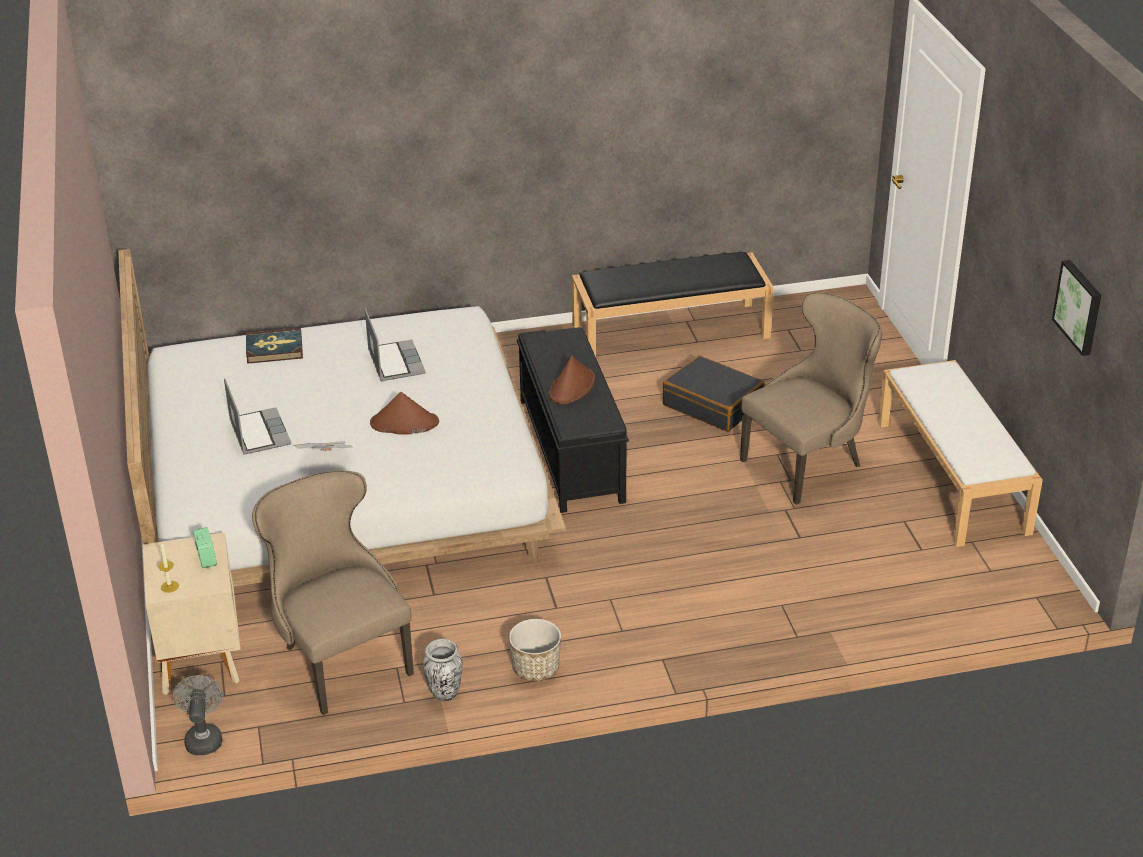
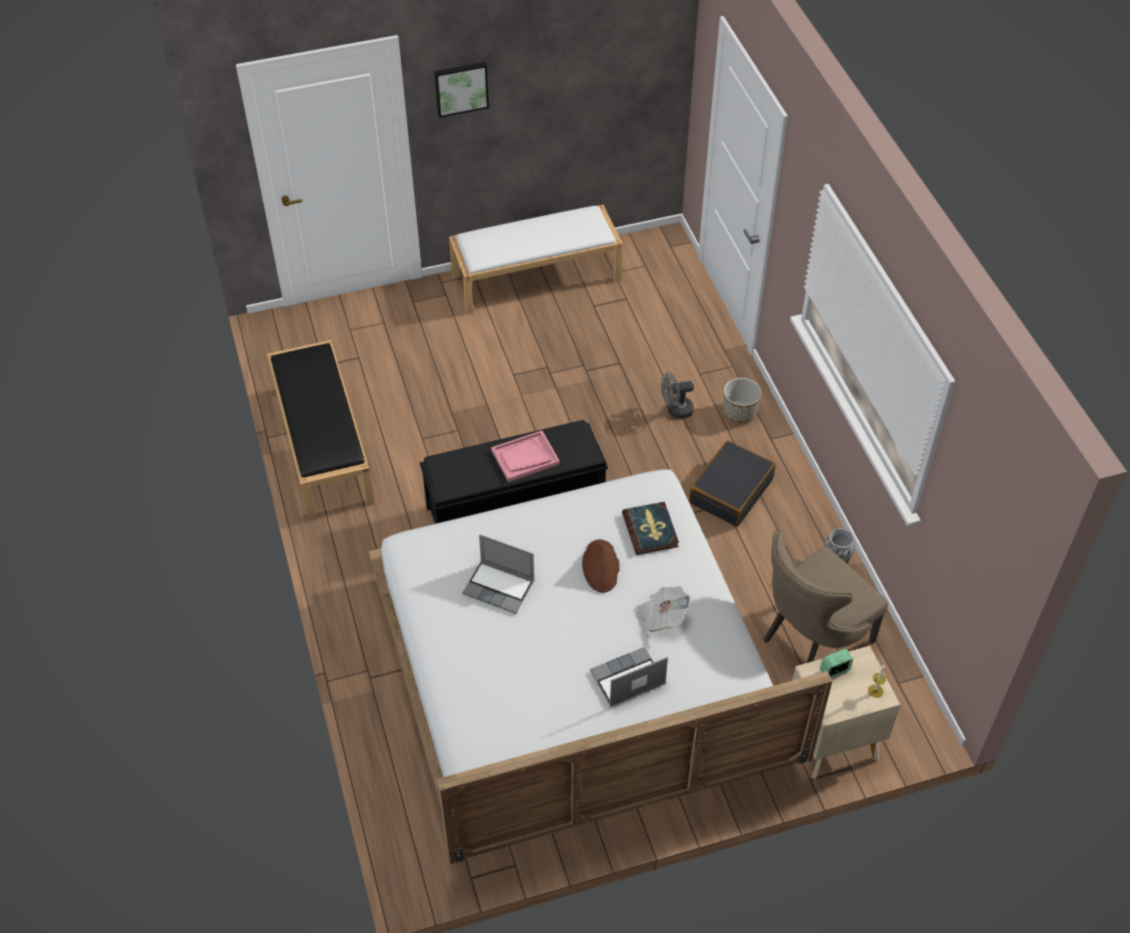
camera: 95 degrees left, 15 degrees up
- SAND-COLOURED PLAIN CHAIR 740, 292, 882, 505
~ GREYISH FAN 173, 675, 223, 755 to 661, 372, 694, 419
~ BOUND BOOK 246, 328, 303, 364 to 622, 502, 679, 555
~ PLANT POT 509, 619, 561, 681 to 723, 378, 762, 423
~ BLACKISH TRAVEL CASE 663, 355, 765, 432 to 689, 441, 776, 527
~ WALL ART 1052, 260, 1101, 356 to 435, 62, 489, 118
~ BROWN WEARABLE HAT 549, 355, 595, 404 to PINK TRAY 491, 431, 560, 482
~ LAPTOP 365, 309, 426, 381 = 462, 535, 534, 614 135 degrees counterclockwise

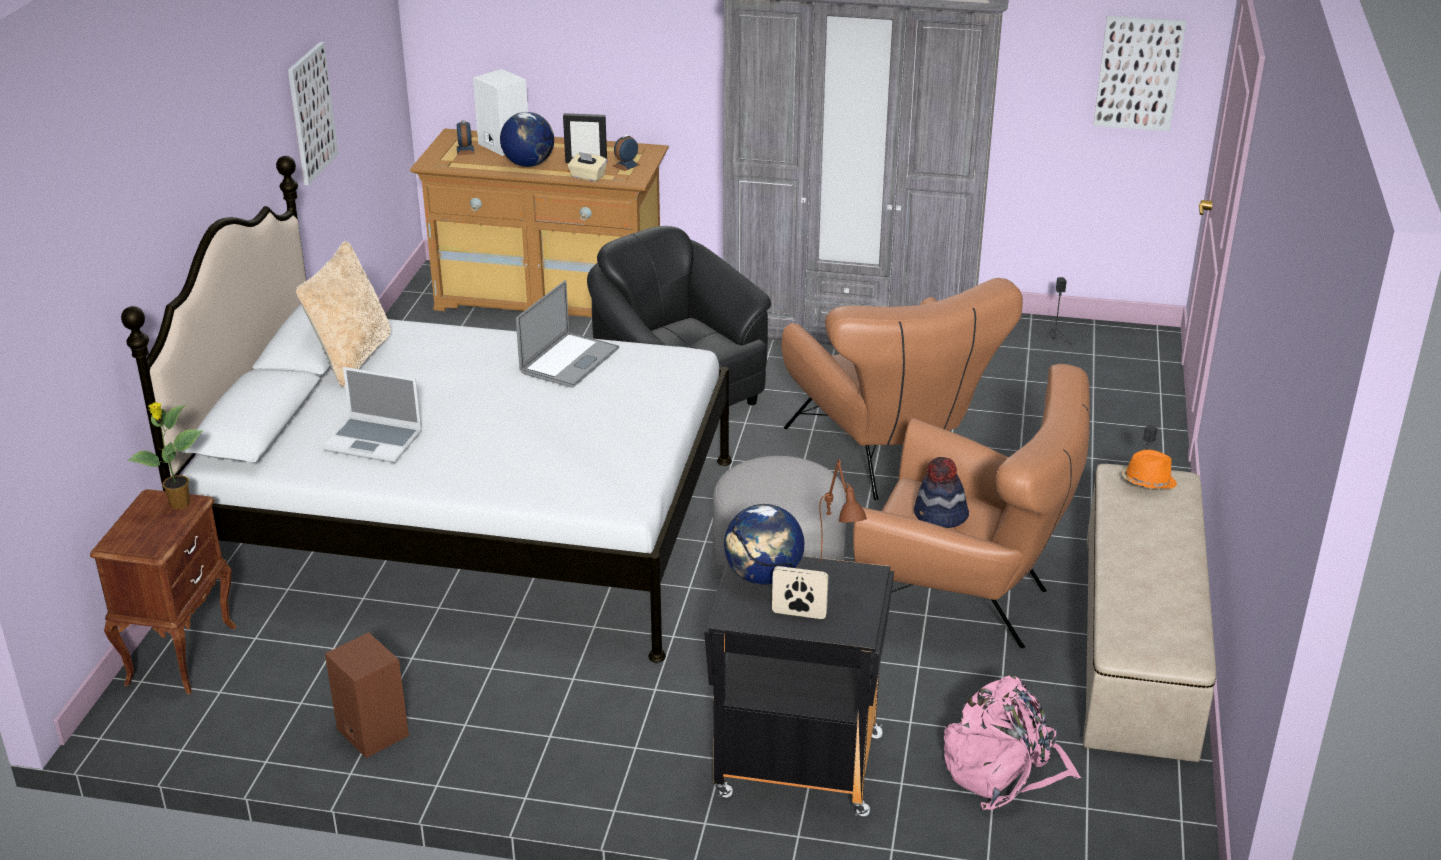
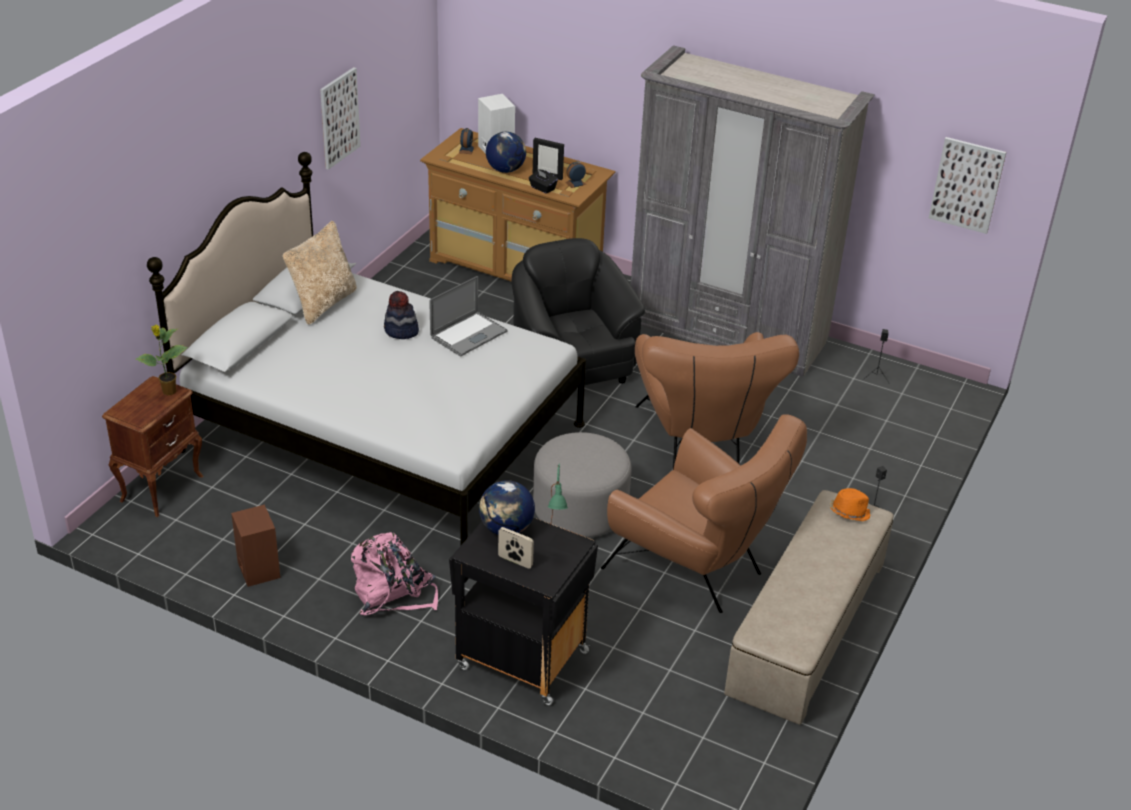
camera: 15 degrees right, 5 degrees up
- LAPTOP 323, 367, 422, 463
~ WEARABLE HAT 914, 457, 969, 528 to 384, 291, 419, 339
~ PINK RUCKSACK 944, 675, 1081, 810 to 351, 532, 438, 615
~ SAND-COLOURED TISSUE BOX 568, 152, 607, 181 to BLACKISH TISSUE BOX 529, 169, 558, 194
~ BROWN TABLETOP LAMP 819, 459, 867, 560 to GREEN-COLOURED TABLETOP LAMP 548, 463, 568, 527

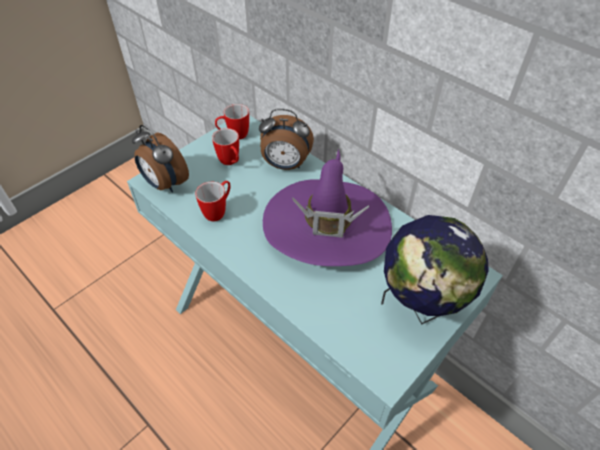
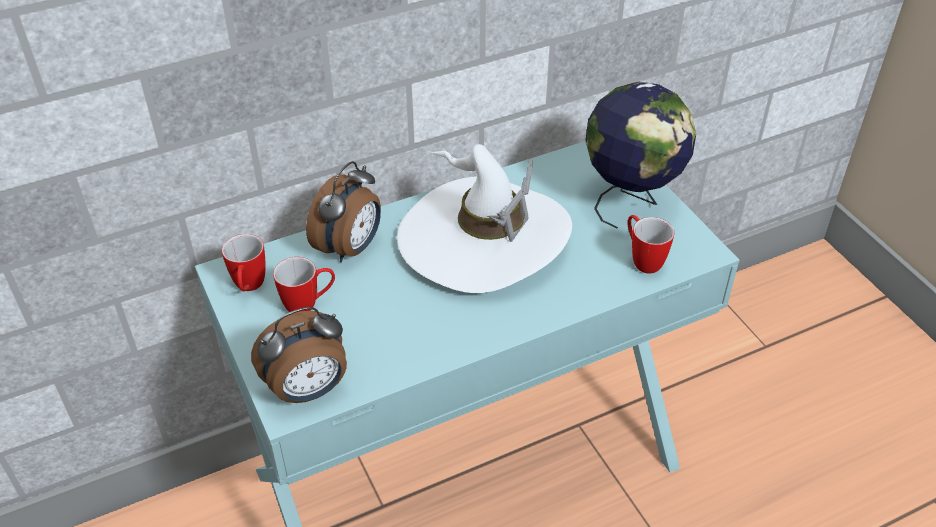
camera: 70 degrees left, 5 degrees down
~ TEA MUG 195, 181, 231, 221 to 627, 215, 674, 273
~ PURPLISH WEARABLE HAT 263, 149, 392, 266 to WHITISH WEARABLE HAT 397, 144, 572, 293

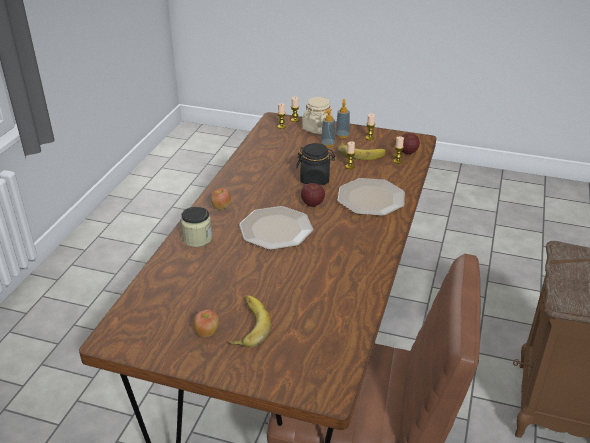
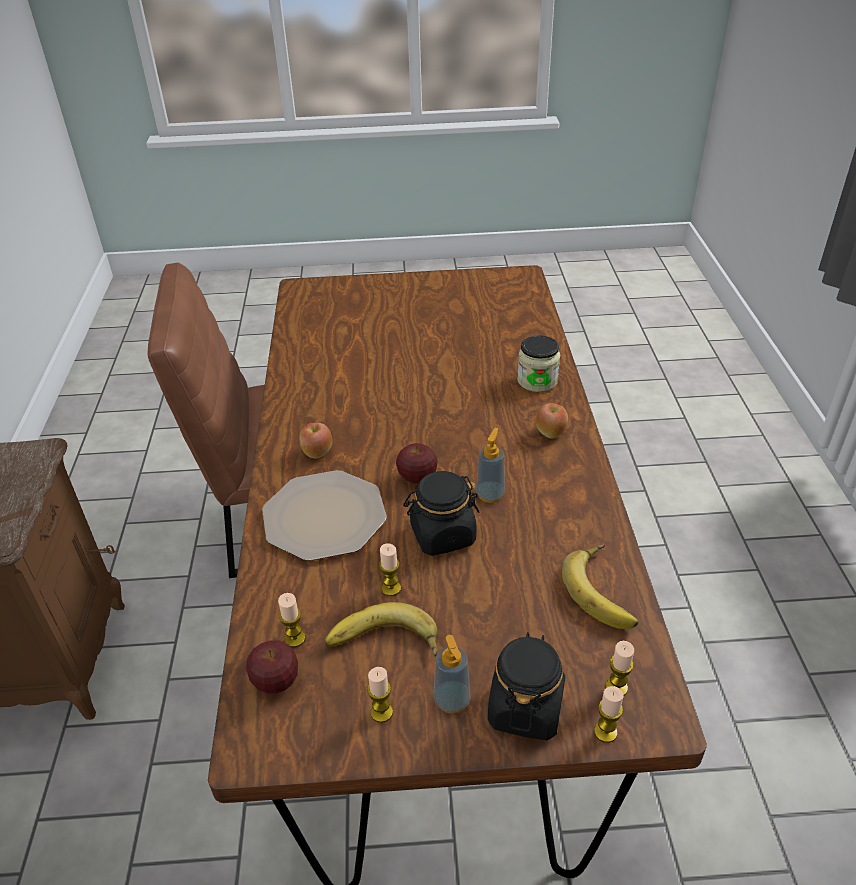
camera: 160 degrees right, 5 degrees up
- DINNER PLATE 239, 206, 313, 250
~ APPLE 193, 310, 219, 337 to 299, 423, 332, 458
~ BANANA FRUIT 228, 295, 271, 348 to 562, 545, 638, 629
~ LIQUID SOAP BOTTLE 321, 109, 335, 147 to 476, 428, 505, 503
~ SAND-COLOURED STORAGE JAR 302, 97, 333, 135 to BLACKISH STORAGE JAR 488, 632, 565, 740

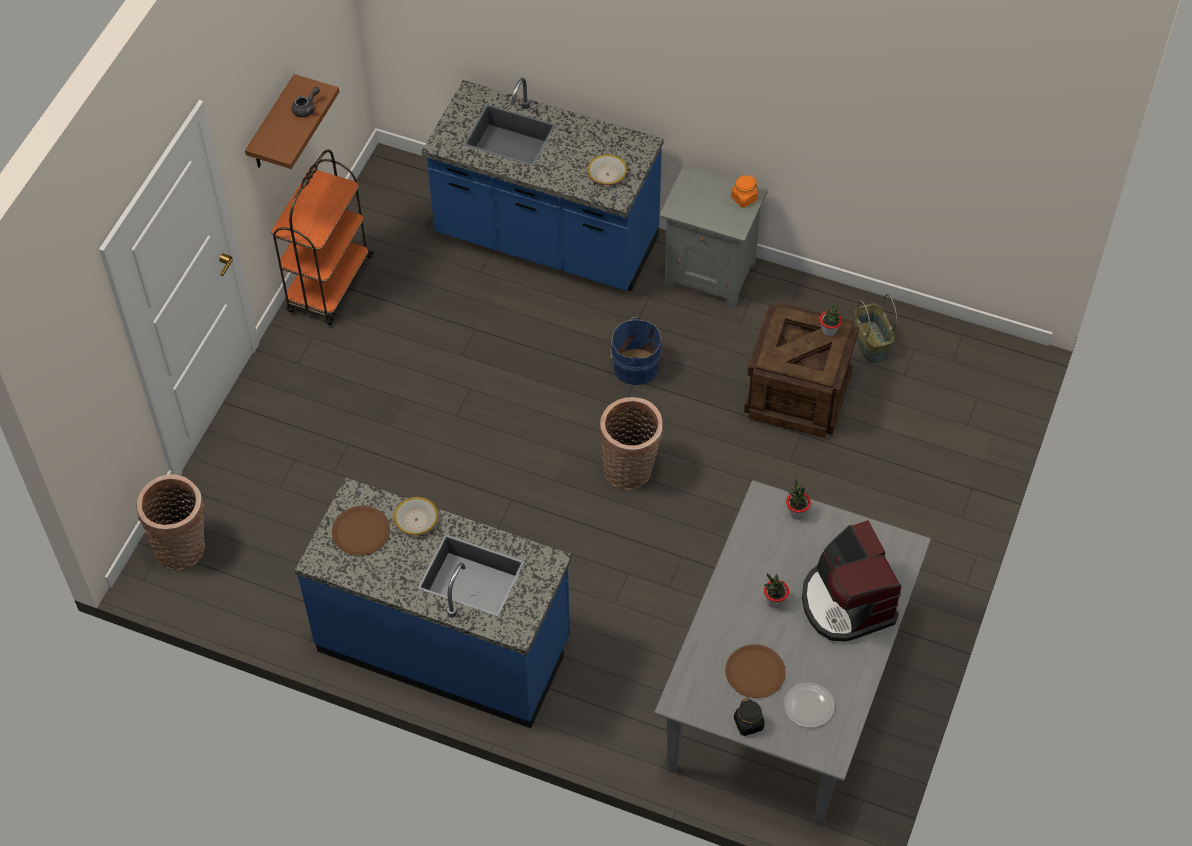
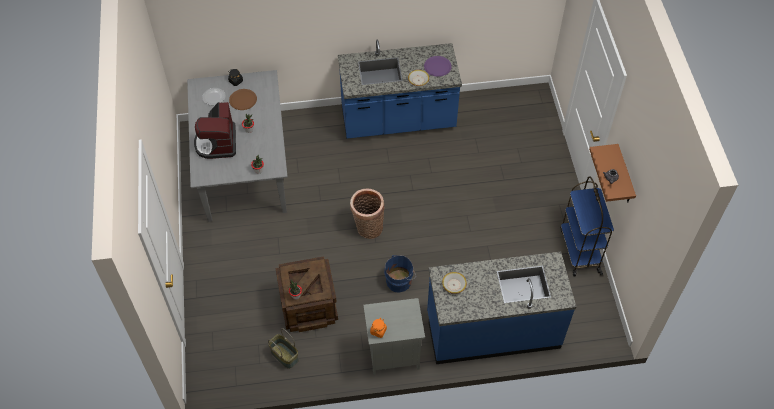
camera: 150 degrees right, 0 degrees up
- HOUSEHOLD BASKET 137, 474, 205, 570
~ ORANGE-COLOURED TROLLEY 271, 150, 373, 325 to BLUE TROLLEY 560, 176, 614, 276
~ BROWN DINNER PLATE 332, 506, 390, 556 to PURPLISH DINNER PLATE 424, 56, 452, 77
~ COFFEE BREWER 802, 520, 901, 642 = 194, 102, 236, 159 135 degrees counterclockwise

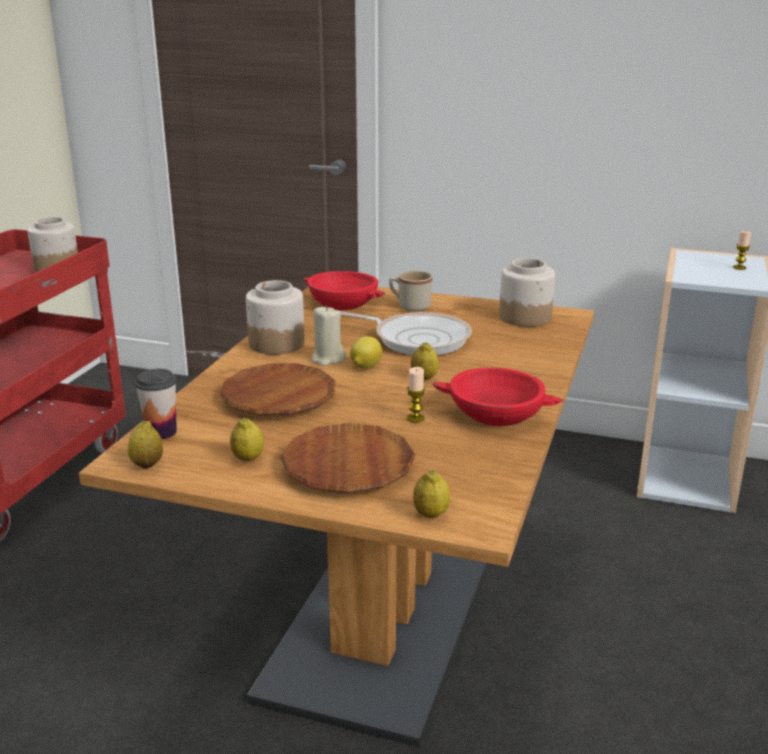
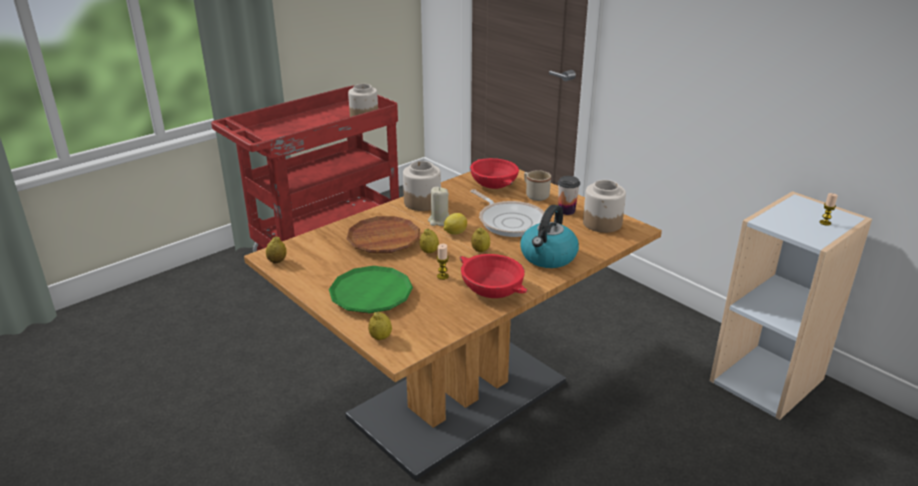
camera: 30 degrees right, 5 degrees up
+ TEA KETTLE 520, 205, 579, 268
~ DRINKING CUP 135, 369, 177, 439 to 558, 176, 580, 215
~ WHOLE LEMON 230, 418, 264, 461 to 419, 229, 439, 253
~ BROWN DINNER PLATE 280, 423, 415, 494 to GREEN-COLOURED DINNER PLATE 329, 266, 413, 313

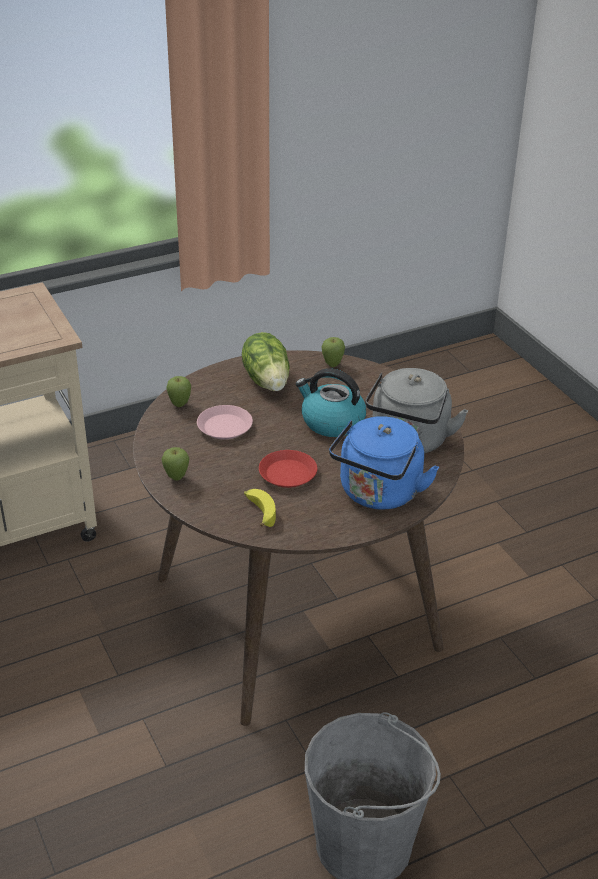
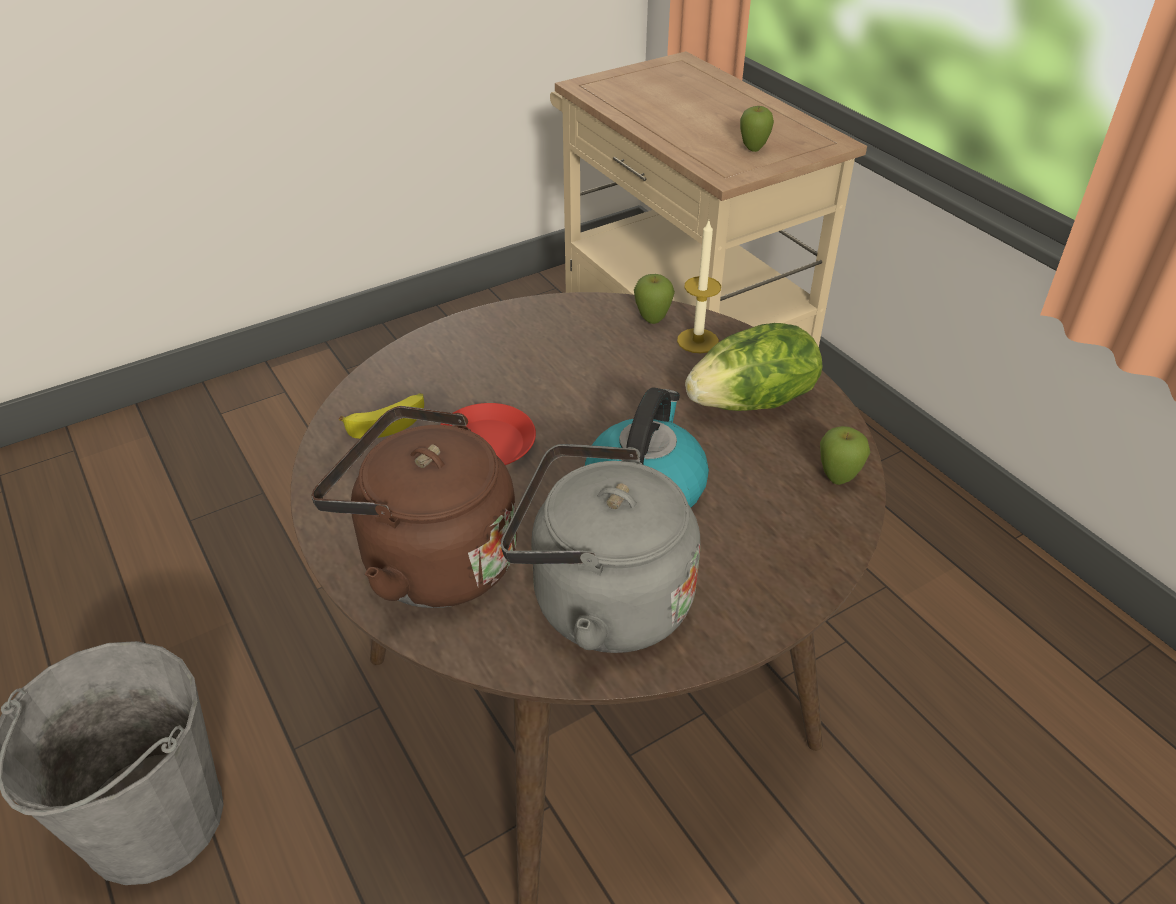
camera: 85 degrees right, 5 degrees up
- PINK DINNER PLATE 197, 405, 253, 440
+ CANDLE 677, 221, 721, 353
~ APPLE 161, 447, 190, 481 to 740, 106, 774, 152
~ BLUE TEA KETTLE 329, 416, 439, 510 to BROWN TEA KETTLE 311, 406, 517, 608

